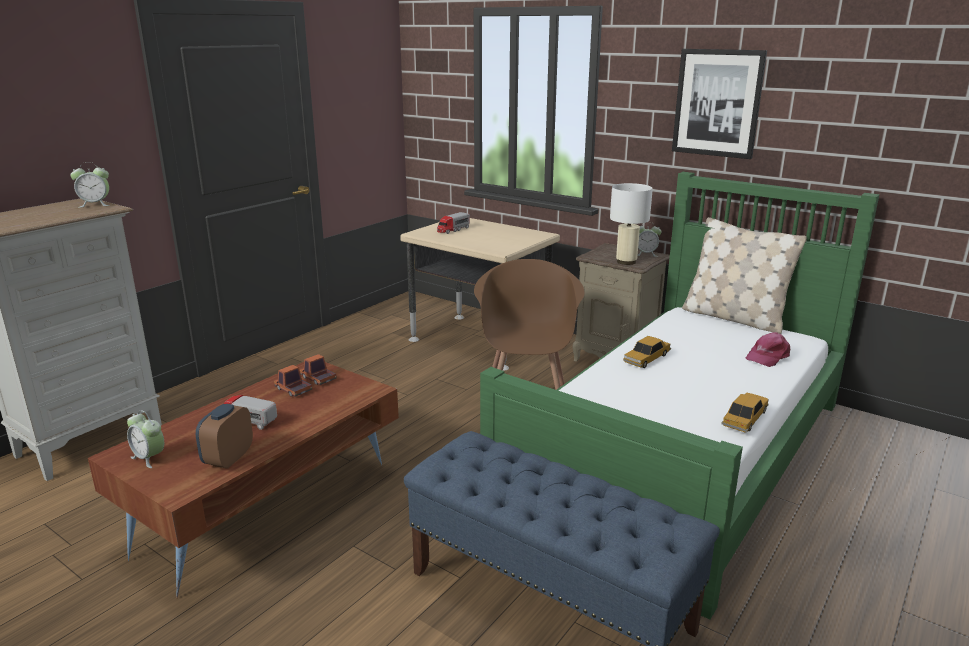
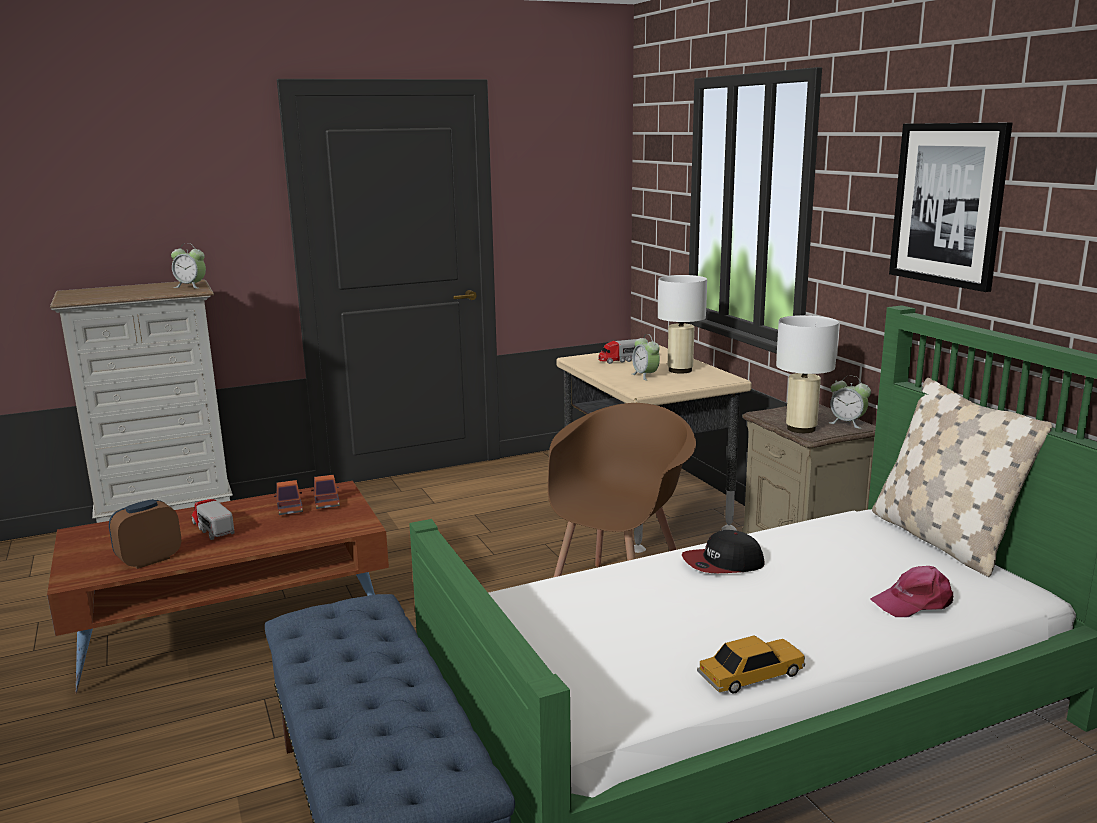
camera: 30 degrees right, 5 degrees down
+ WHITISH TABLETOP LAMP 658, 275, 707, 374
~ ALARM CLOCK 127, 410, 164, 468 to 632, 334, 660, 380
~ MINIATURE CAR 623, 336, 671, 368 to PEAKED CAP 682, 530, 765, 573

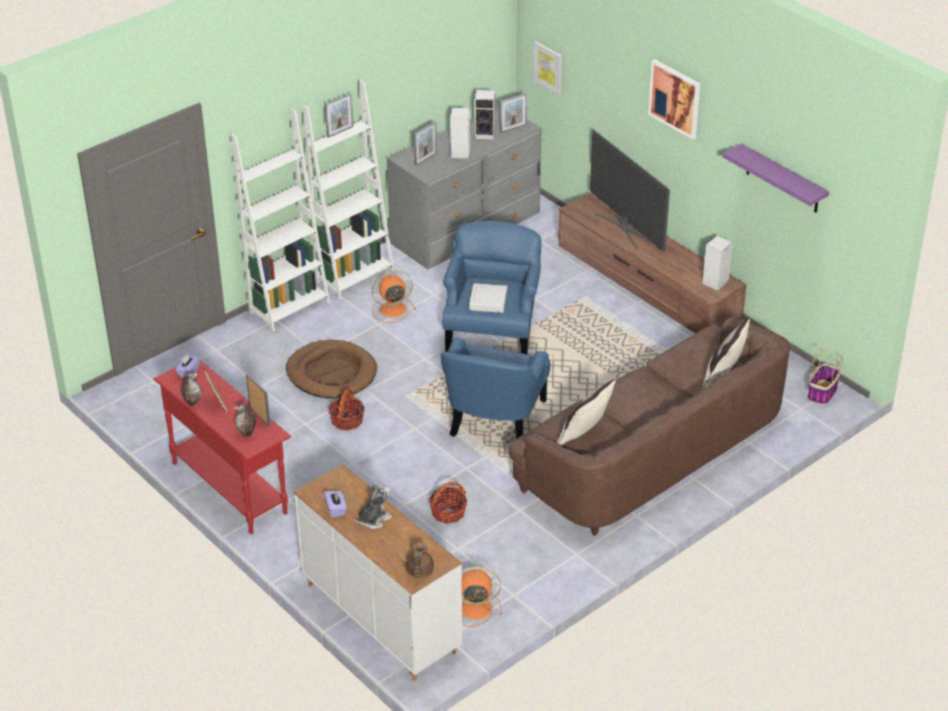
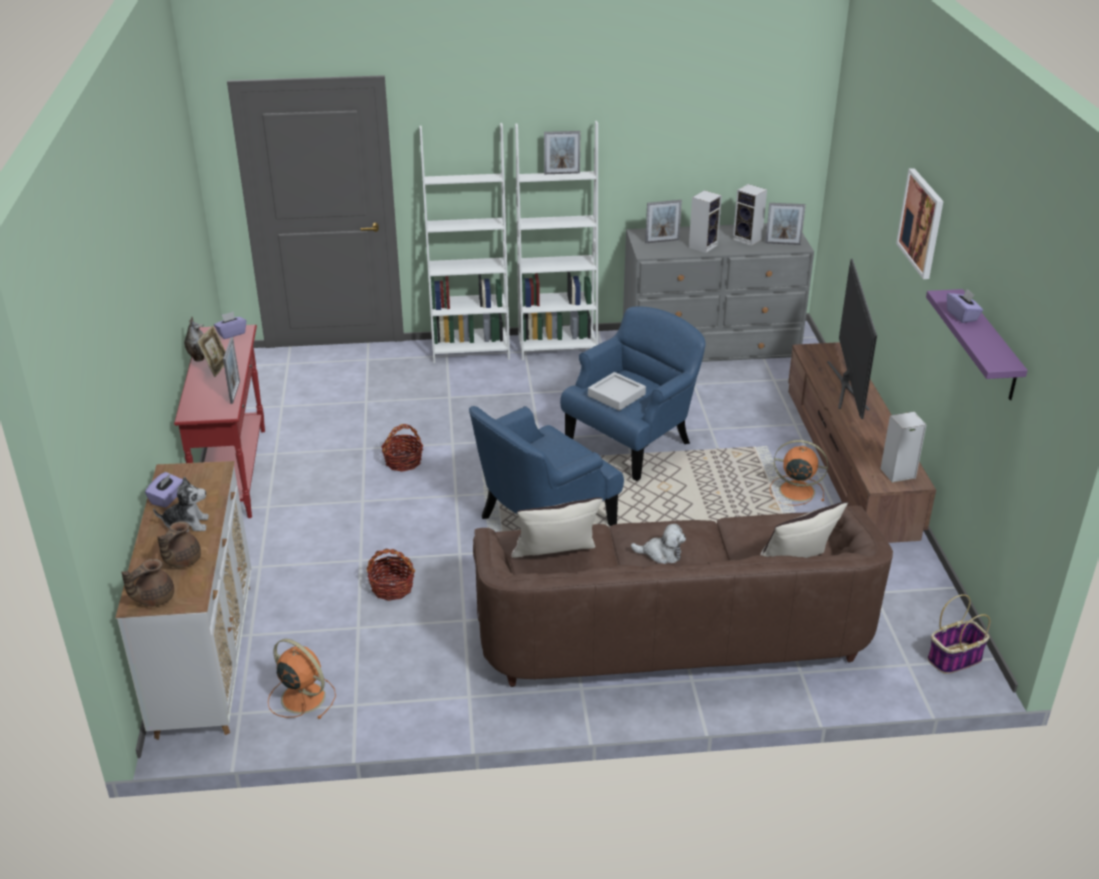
camera: 35 degrees right, 5 degrees down
- DECORATIVE VASE 234, 401, 256, 437
- BROWN DOG BED 286, 340, 377, 398
- WALL ART 533, 41, 562, 95
+ BROWN POT FOR TEA 158, 521, 201, 568
+ CUDDLY TOY 631, 523, 686, 564
+ PURPLISH TISSUE BOX 947, 289, 983, 323
~ ORANGE-COLOURED FAN 372, 271, 416, 323 to 770, 440, 828, 506

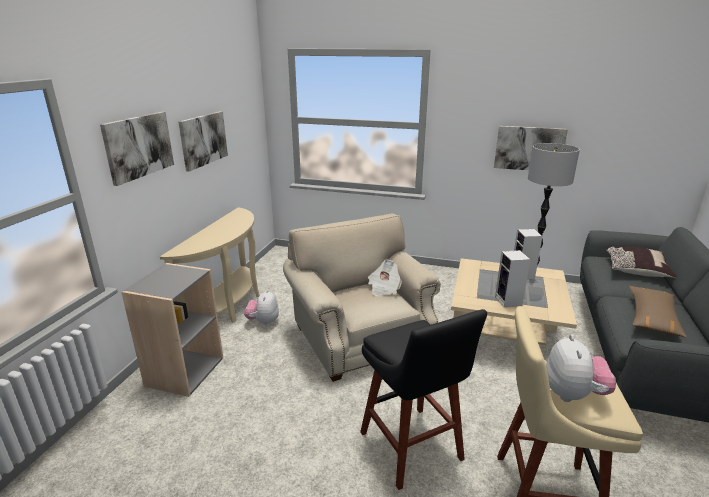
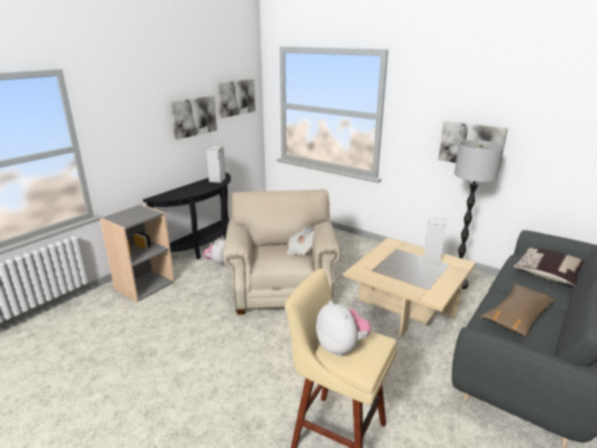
camera: 20 degrees right, 0 degrees up
- BLACKISH STOOL 360, 309, 487, 490
~ WALL ART 100, 112, 174, 186 to 217, 79, 255, 118
~ AUDIO SPEAKER 495, 250, 530, 307 to 206, 146, 226, 183
~ SAND-COLOURED CONSOLE TABLE 160, 207, 259, 322 to BLACKISH CONSOLE TABLE 143, 172, 231, 259
~ CUDDLY TOY 546, 335, 616, 402 = 316, 301, 371, 356 60 degrees counterclockwise

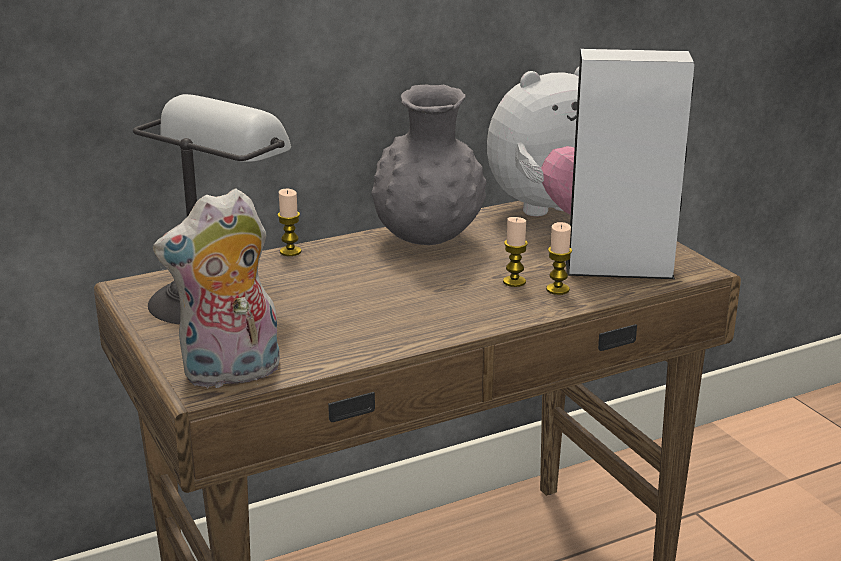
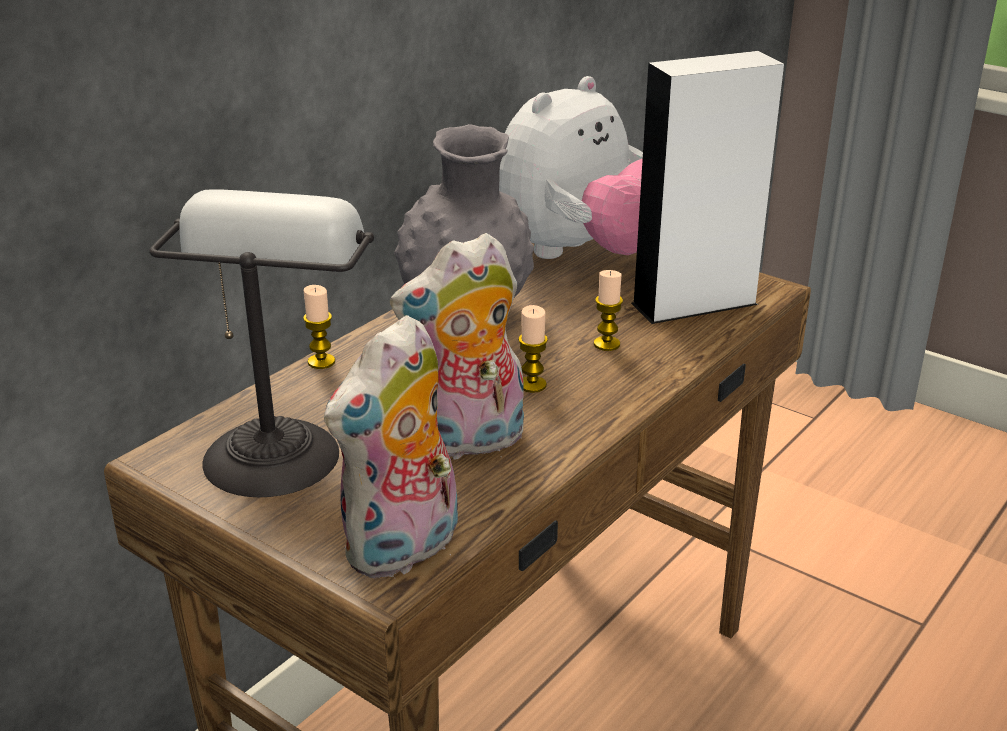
camera: 25 degrees left, 5 degrees up
+ CUDDLY TOY 390, 233, 524, 460
~ CANDLE 546, 222, 572, 295 to 518, 305, 548, 393

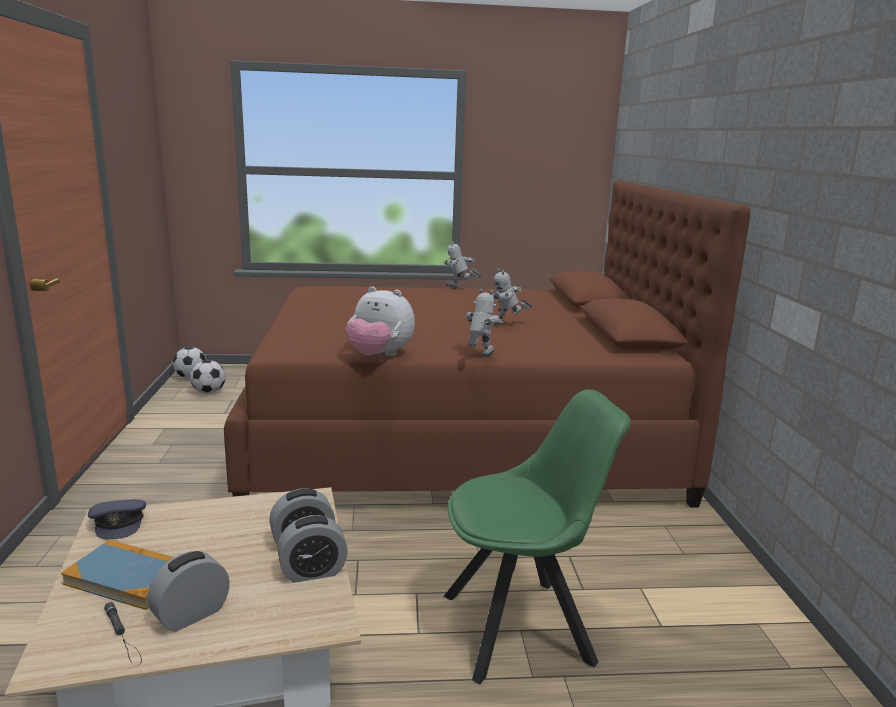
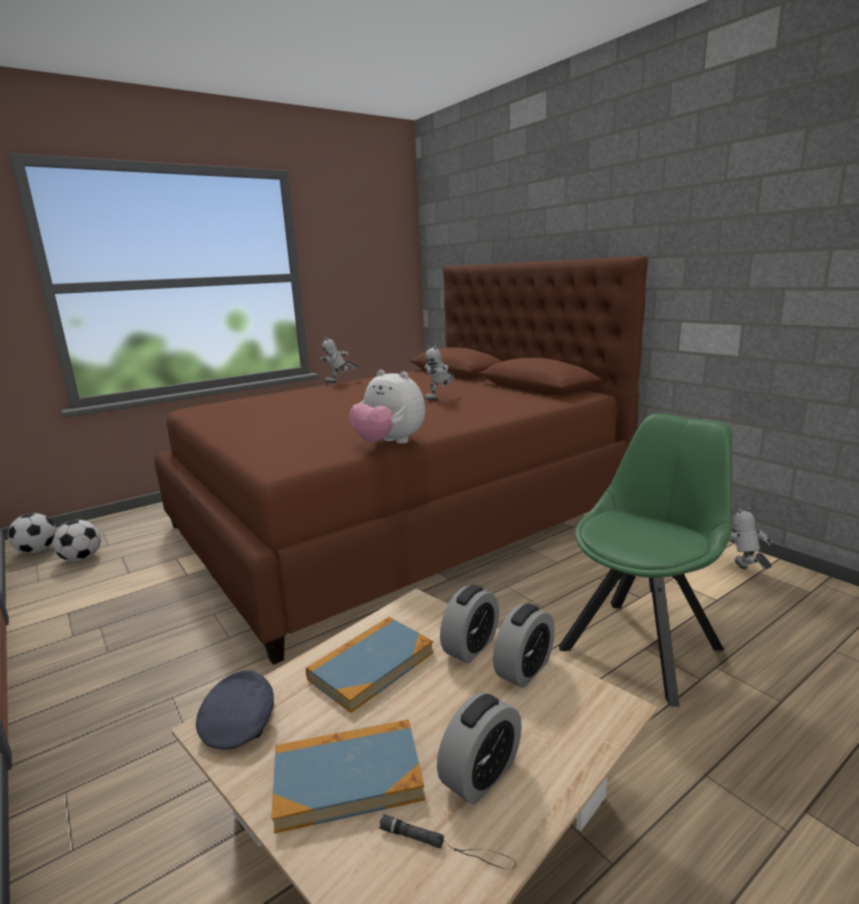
camera: 30 degrees left, 0 degrees up
+ BOUND BOOK 306, 617, 434, 713
~ MODEL ROBOT 465, 289, 499, 357 to 729, 507, 773, 569
~ GREYISH PEAKED CAP 88, 499, 146, 539 = 196, 670, 274, 750 120 degrees counterclockwise
~ ALARM CLOCK 147, 551, 230, 632 = 437, 692, 522, 804 150 degrees counterclockwise
~ CUDDLY TOY 346, 286, 415, 356 = 349, 370, 425, 444 45 degrees clockwise

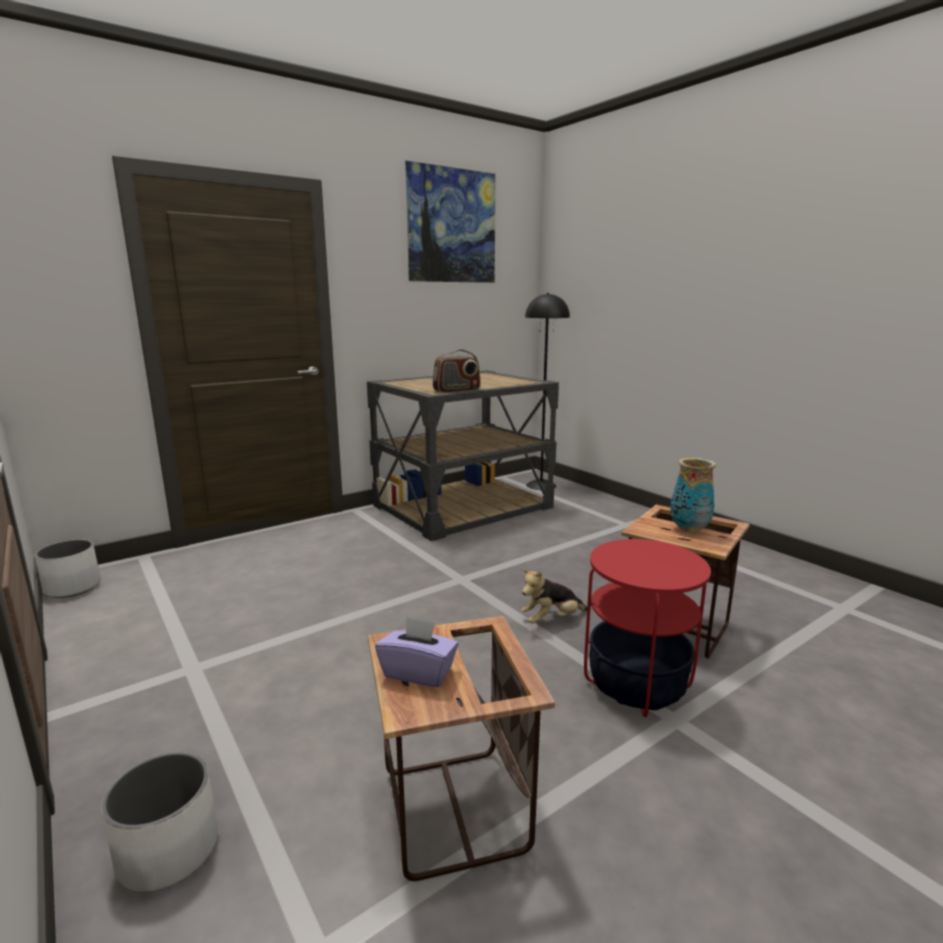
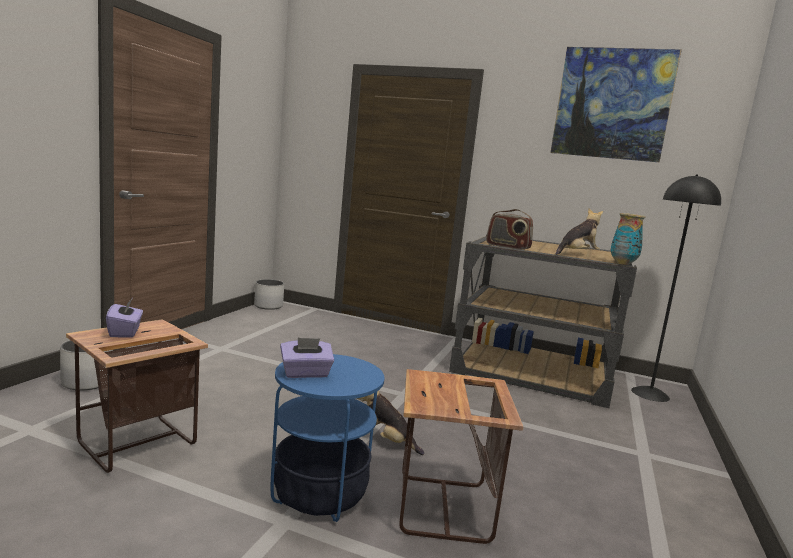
camera: 55 degrees right, 5 degrees down
+ PURPLISH TISSUE BOX 280, 338, 334, 378
+ CUDDLY TOY 556, 209, 603, 255
~ DECORATIVE VASE 670, 458, 716, 533 to 610, 213, 646, 265
~ RED-COLOURED END TABLE 584, 539, 711, 717 to BLUE END TABLE 271, 354, 385, 522

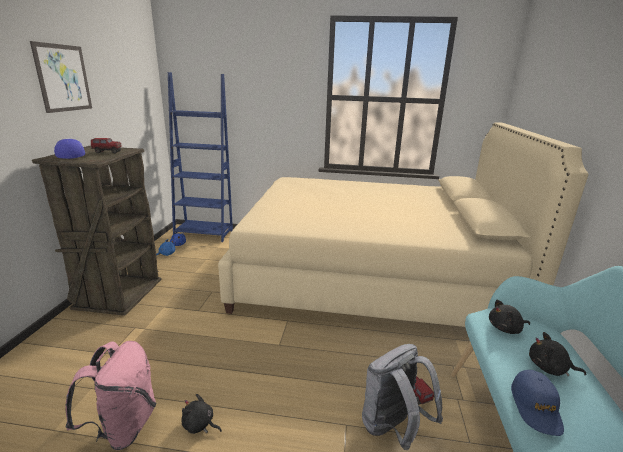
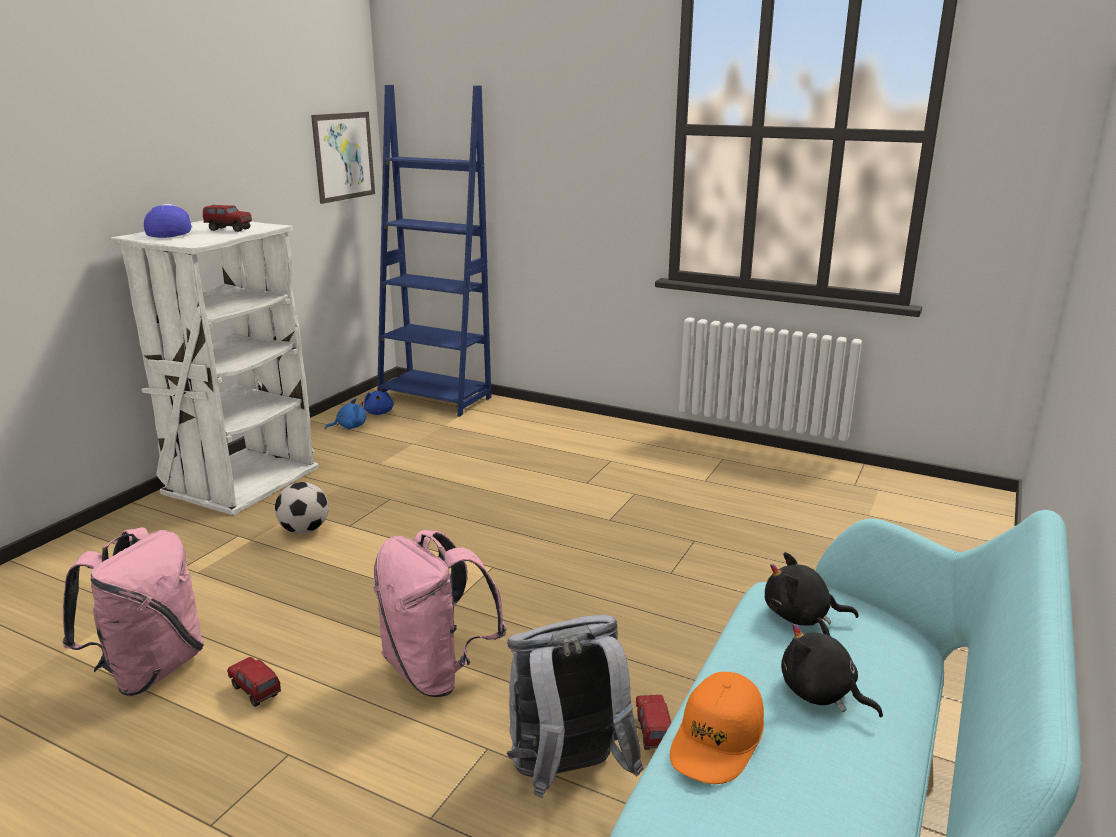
camera: 20 degrees right, 0 degrees up
- SAND-COLOURED SLEEPING BED 218, 122, 588, 327
+ FOOTBALL BALL 275, 482, 329, 534
+ PINK RUCKSACK 374, 530, 507, 697
~ WALL ART 30, 41, 92, 113 to 311, 112, 375, 204
~ BLACKISH CUDDLY TOY 181, 394, 222, 434 to TOY TRUCK 227, 657, 281, 707
~ BROWN BOOKCASE 32, 145, 162, 316 to WHITISH BOOKCASE 111, 220, 319, 515
~ BLUE PEAKED CAP 511, 370, 564, 436 to ORANGE-COLOURED PEAKED CAP 670, 672, 764, 784

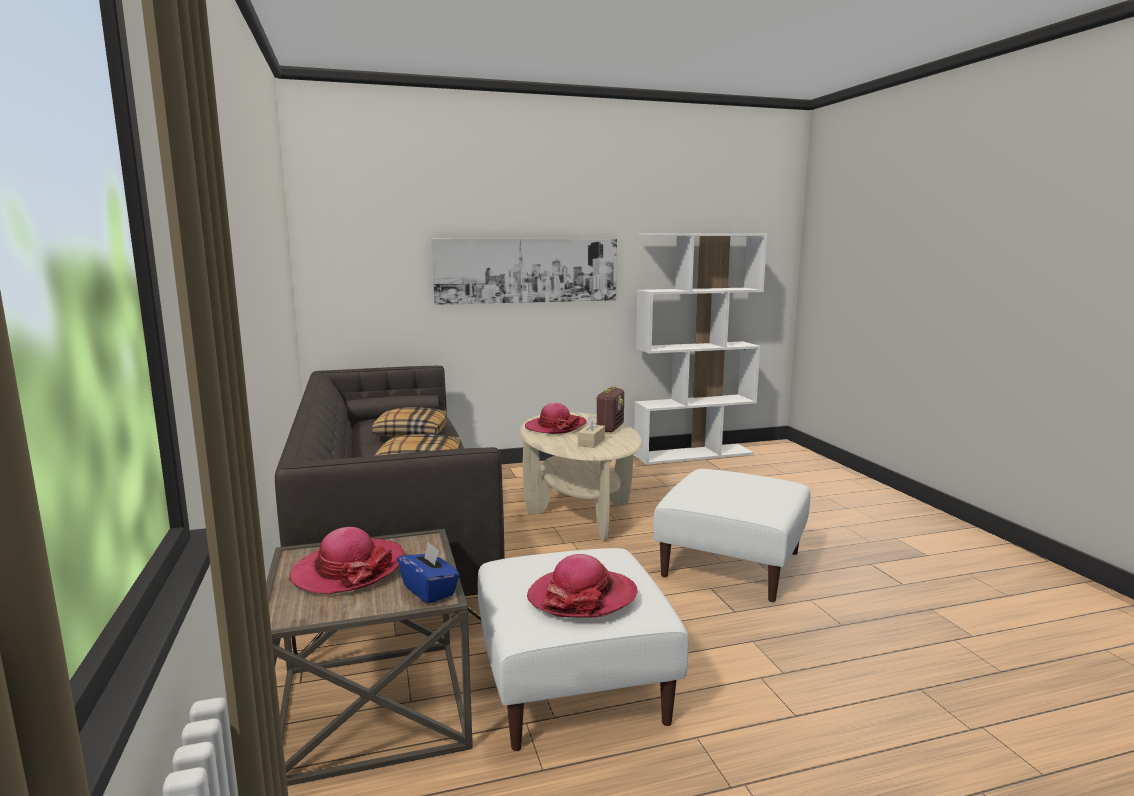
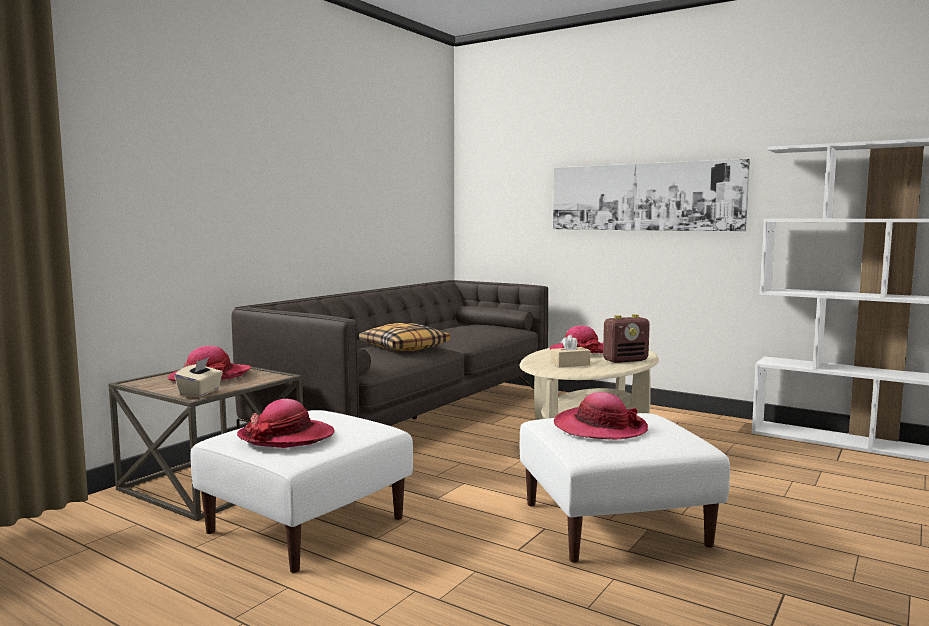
camera: 50 degrees right, 5 degrees down
- CUSHION 372, 407, 447, 437
+ WEARABLE HAT 554, 392, 648, 440
~ BLUE TISSUE BOX 398, 542, 460, 604 to SAND-COLOURED TISSUE BOX 175, 357, 223, 397

